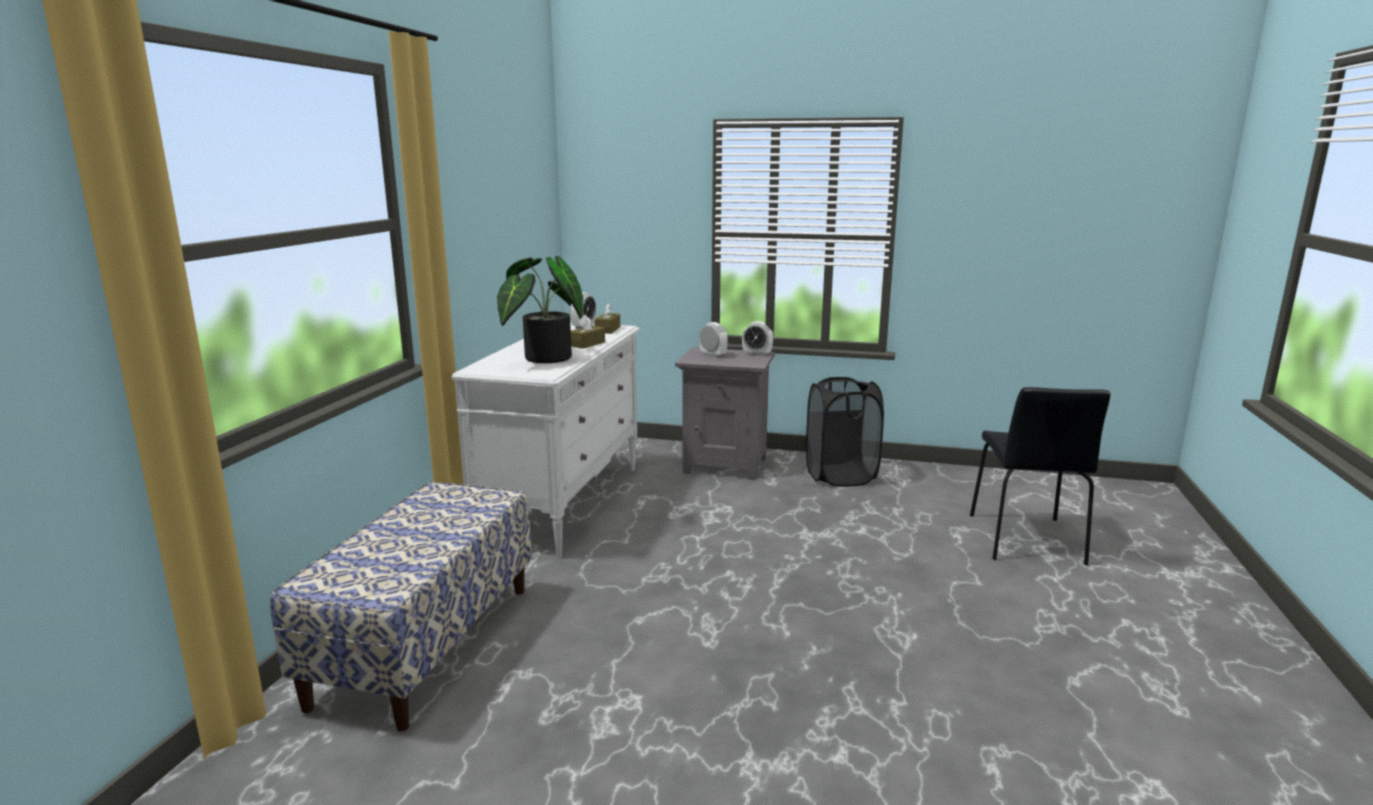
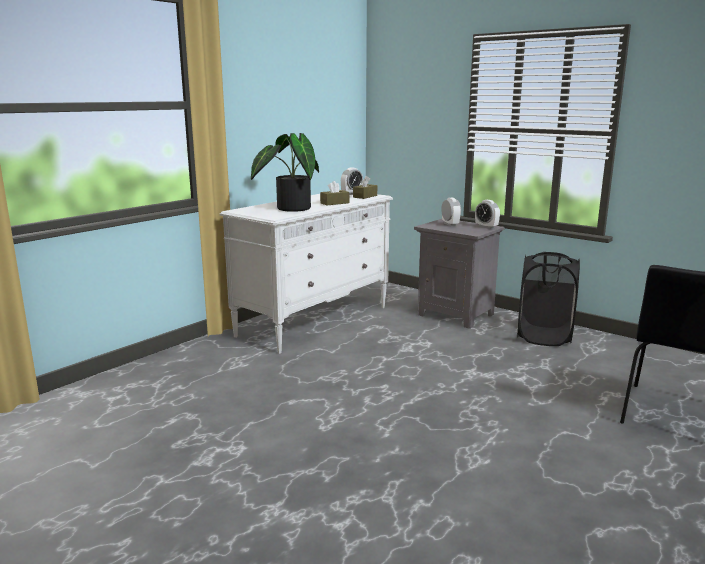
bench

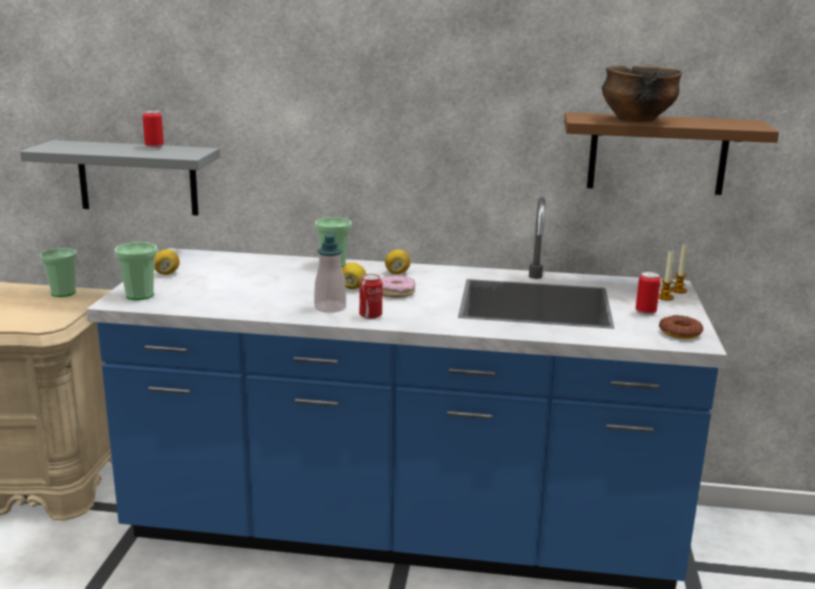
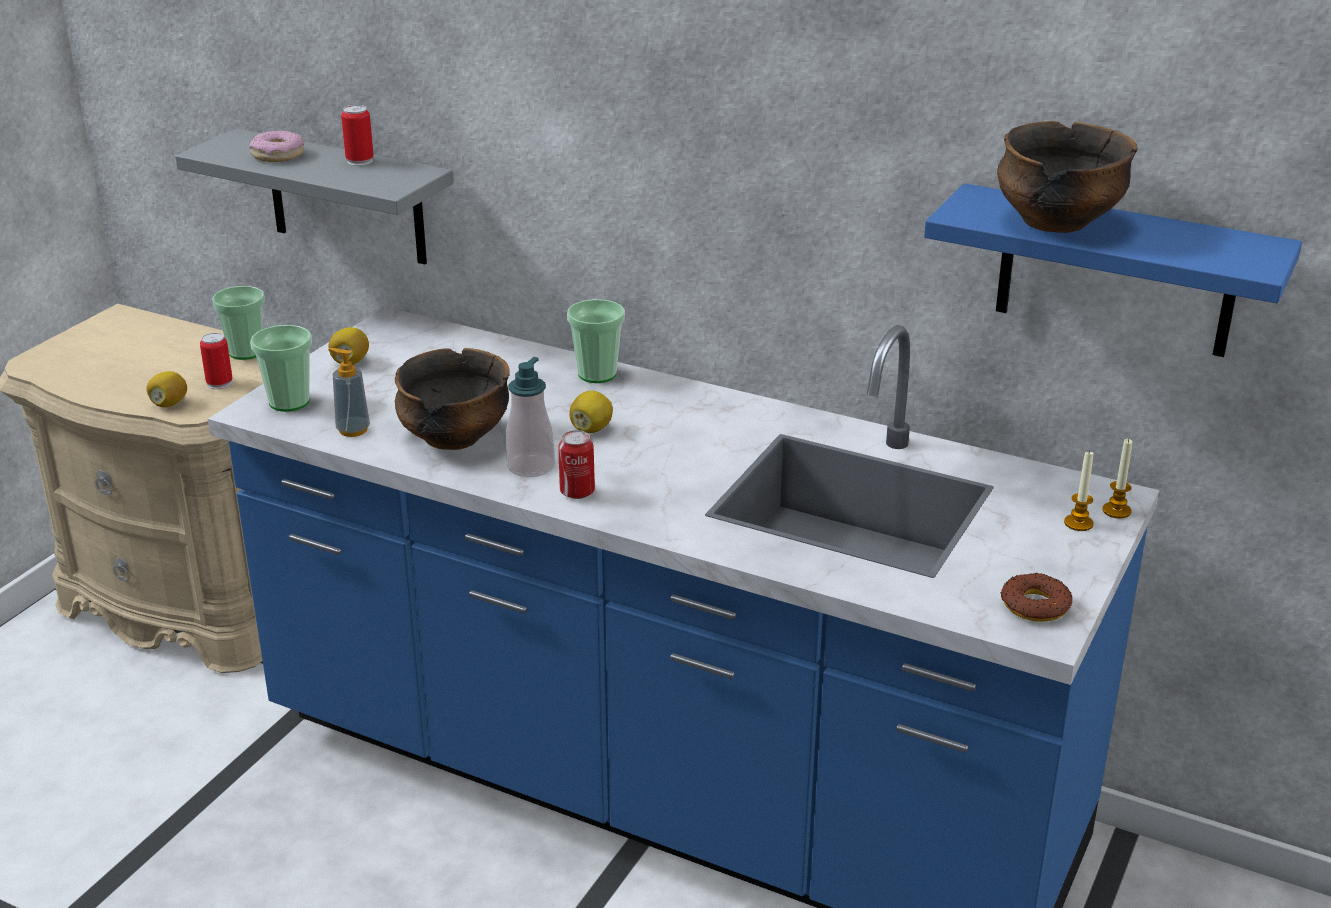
lemon (no. 1 from left)
metal can (no. 1 from left)
ring doughnut (no. 1 from left)
soap dispenser (no. 1 from left)
serving bowl (no. 1 from left)
wall shelf (blue)

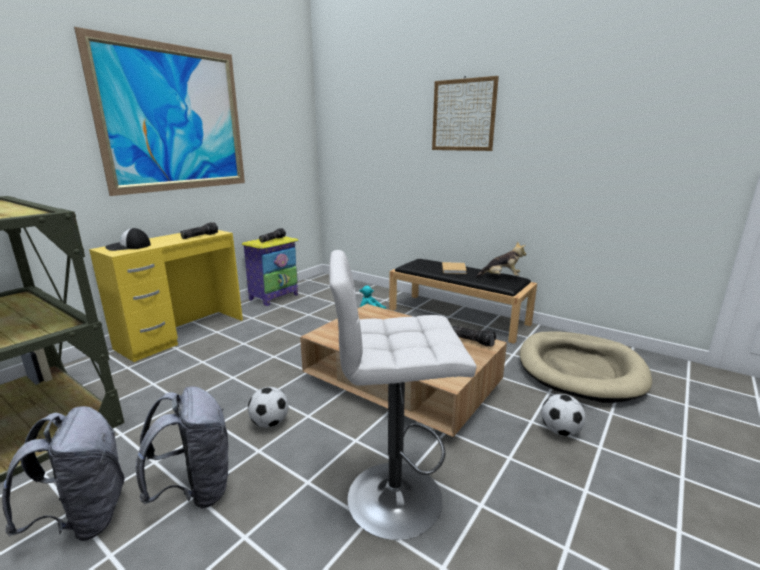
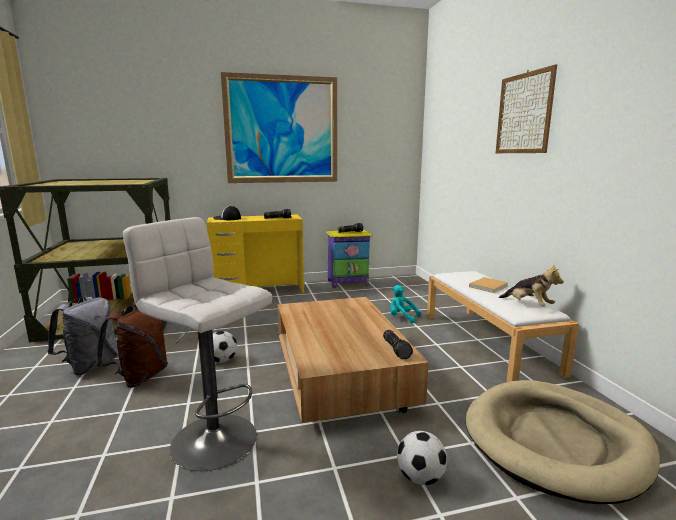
backpack (brownish)
bench (whitish)

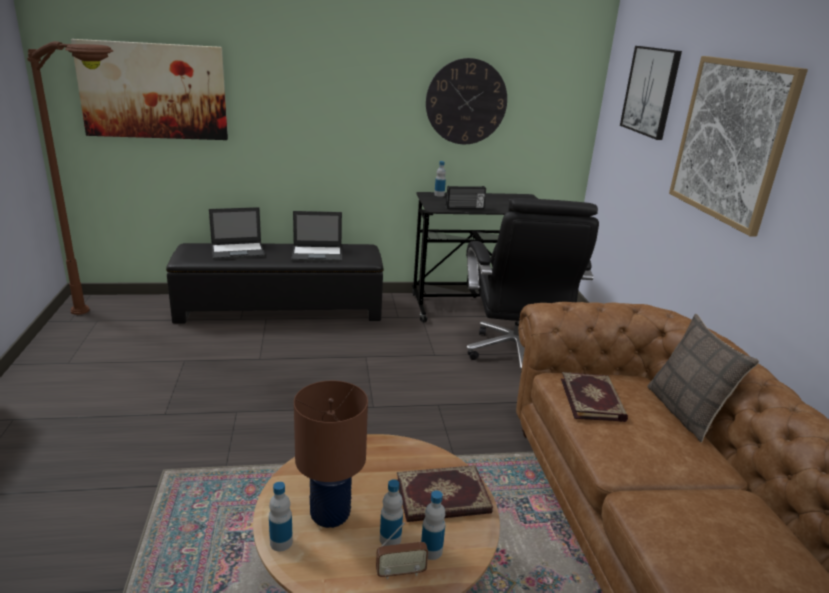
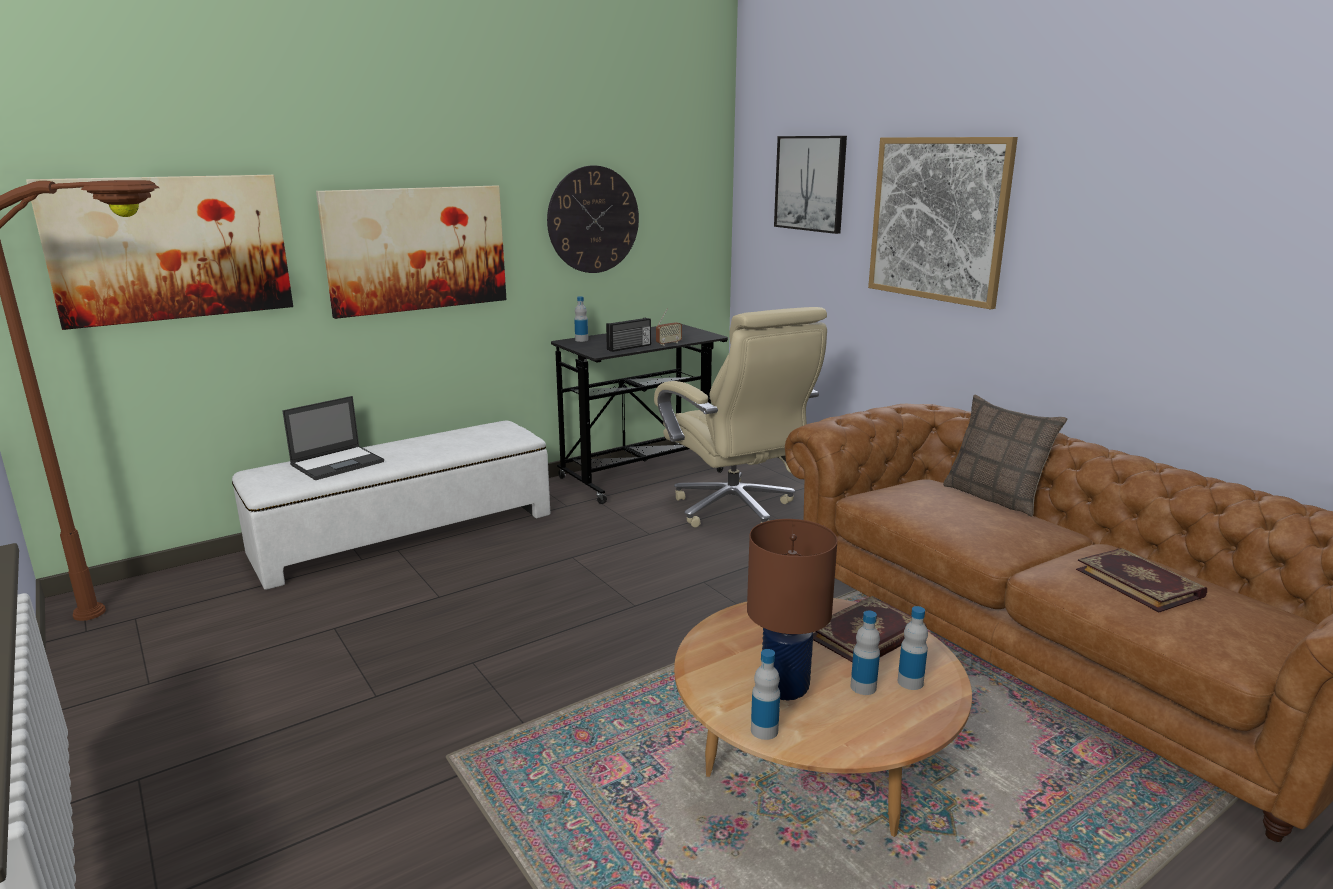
bench (whitish)
wall picture (no. 2 from left)
computer chair (beige-coloured)
radio (no. 2 from left)
bound book (no. 2 from left)
notebook computer (no. 2 from left in the first image)

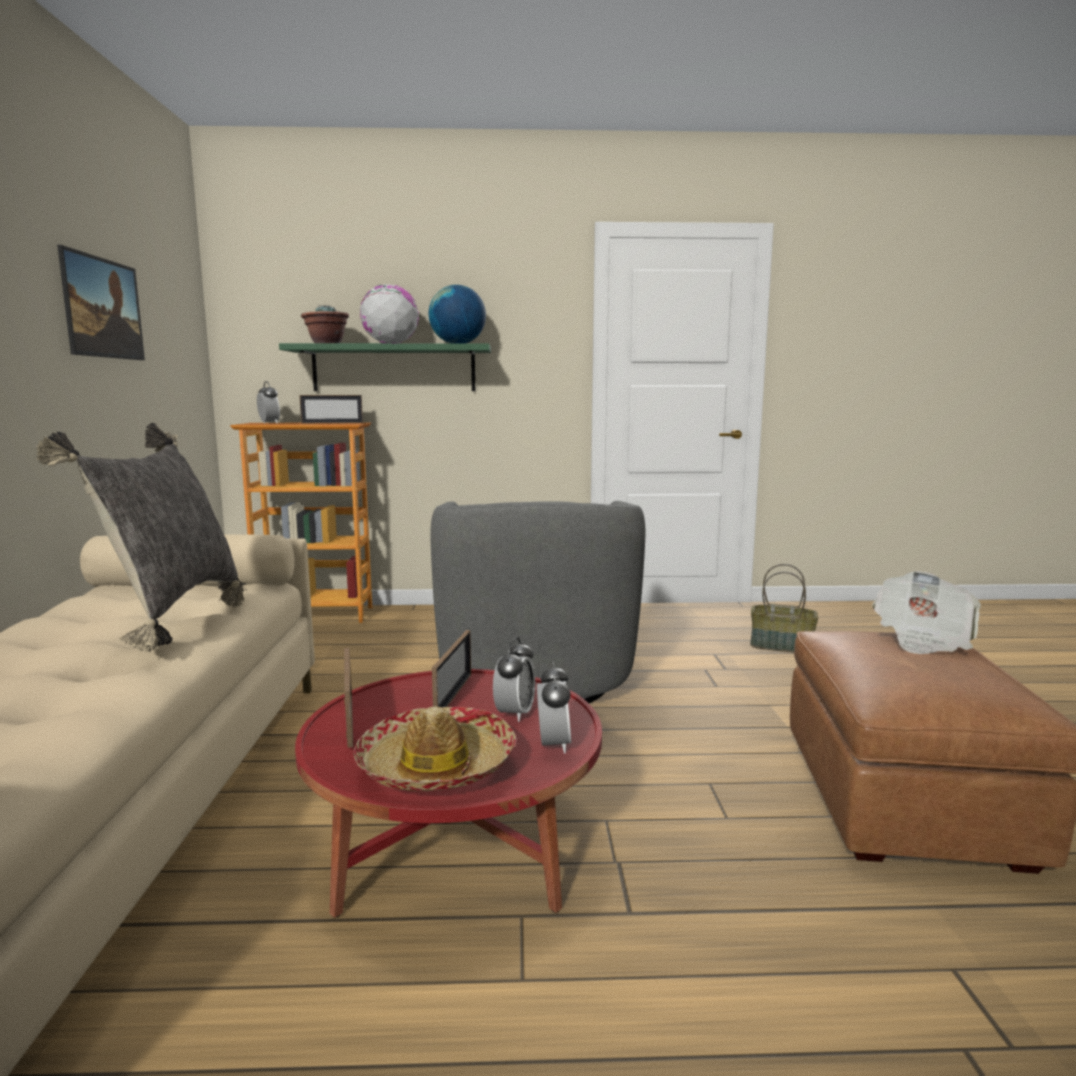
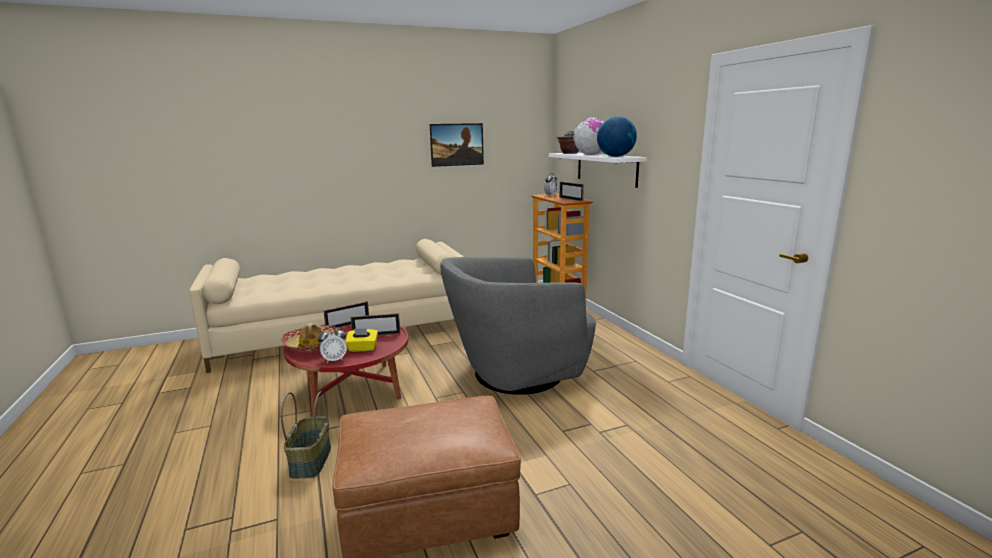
storage basket
tissue holder (yellow)
wall shelf (whitish)
throw pillow
daily paper

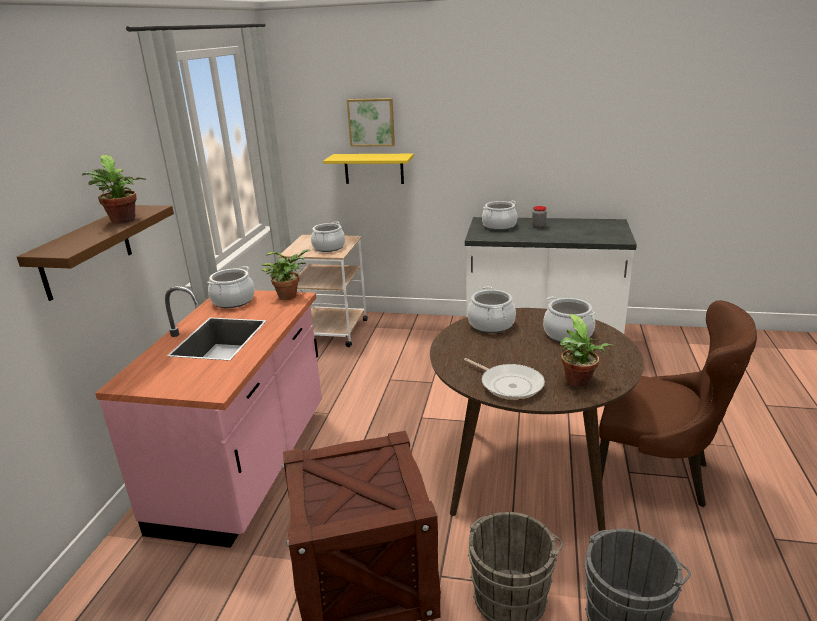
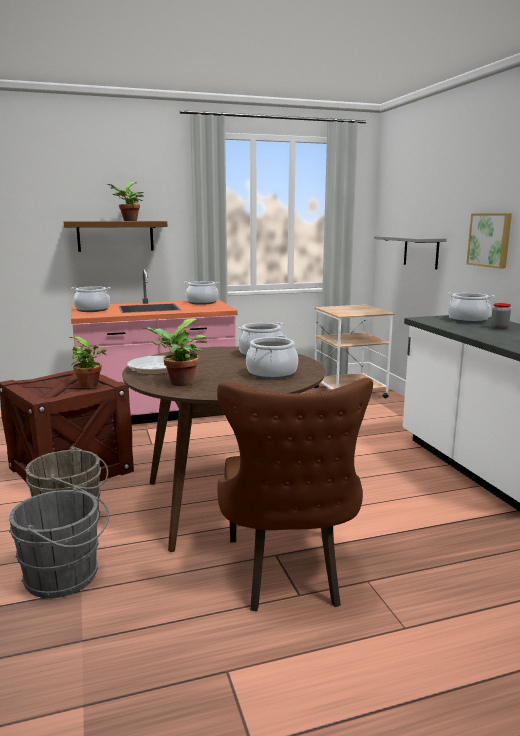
potted plant (no. 1 from left)
stockpot (no. 1 from left)
wall shelf (gray)
wall picture

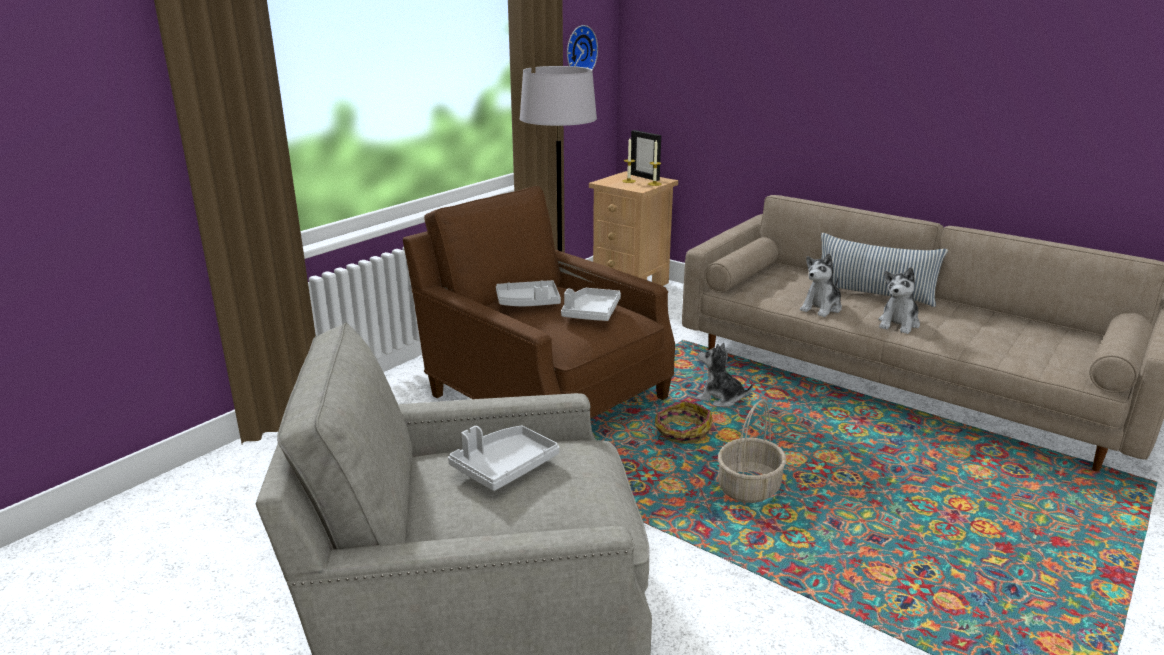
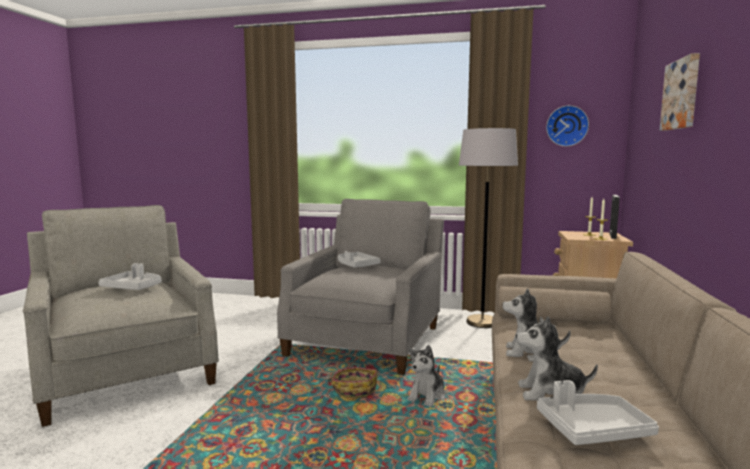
lounge chair (gray) (no. 2 from left)
cuddly toy (no. 1 from left)
serving tray (gray) (no. 3 from left)
wall picture
storage basket (no. 2 from left in the first image)
throw pillow

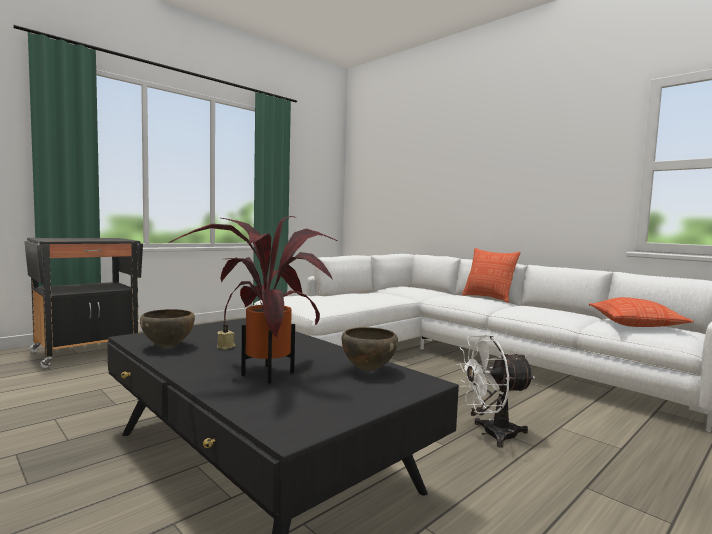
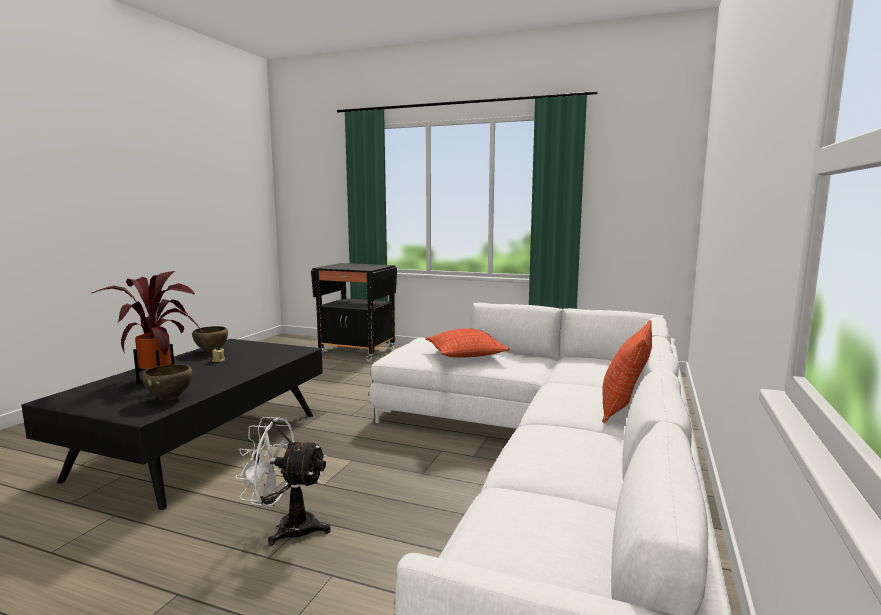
electric fan (whitish)
throw pillow (orange) (no. 1 from left)

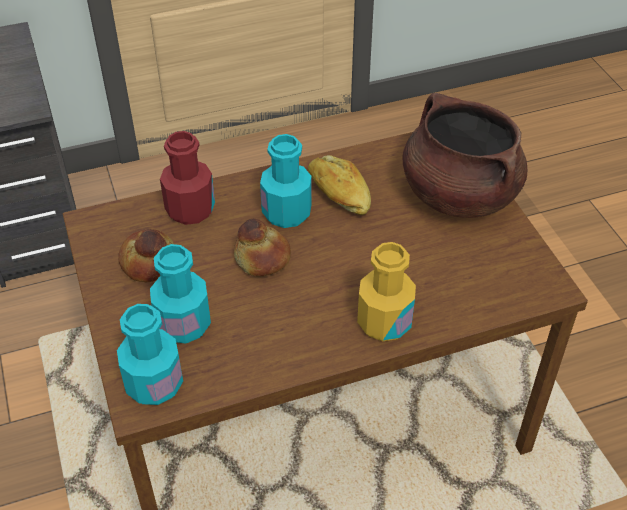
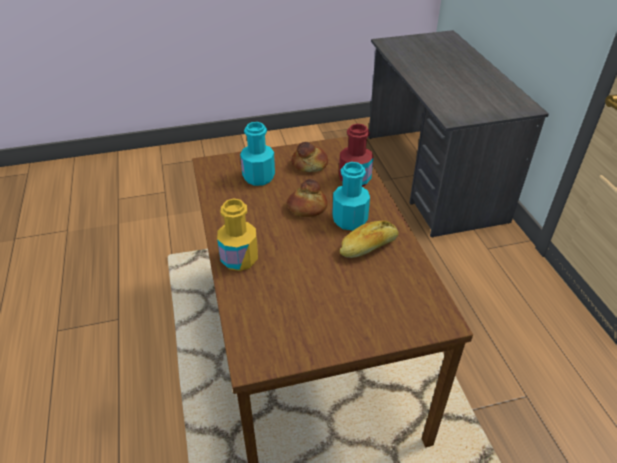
drink bottle (blue-green) (no. 1 from left in the first image)
stockpot (brownish)

